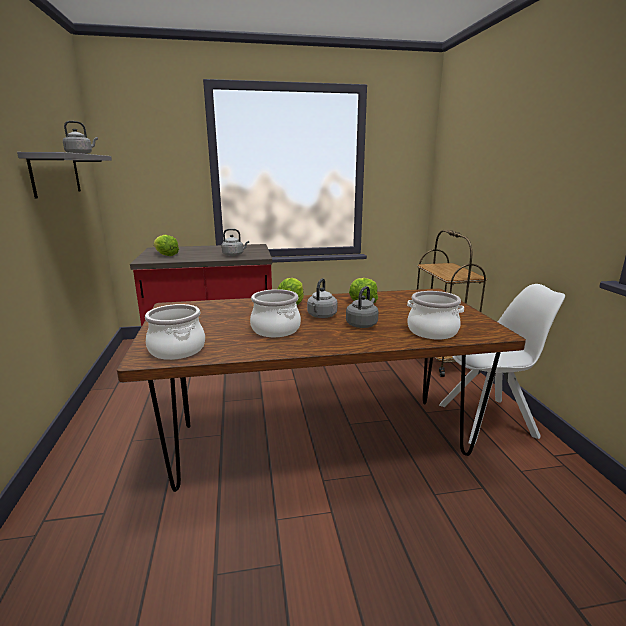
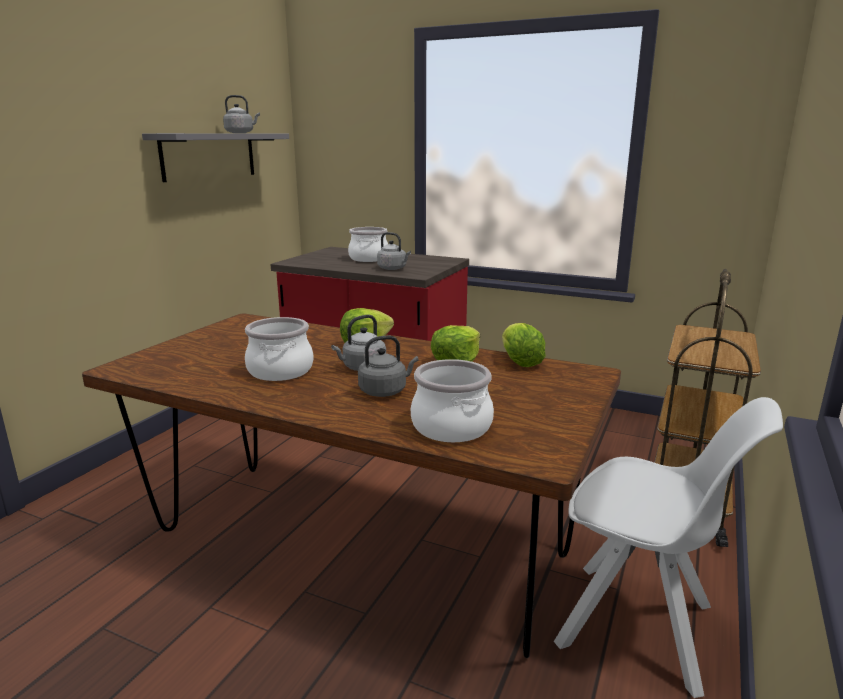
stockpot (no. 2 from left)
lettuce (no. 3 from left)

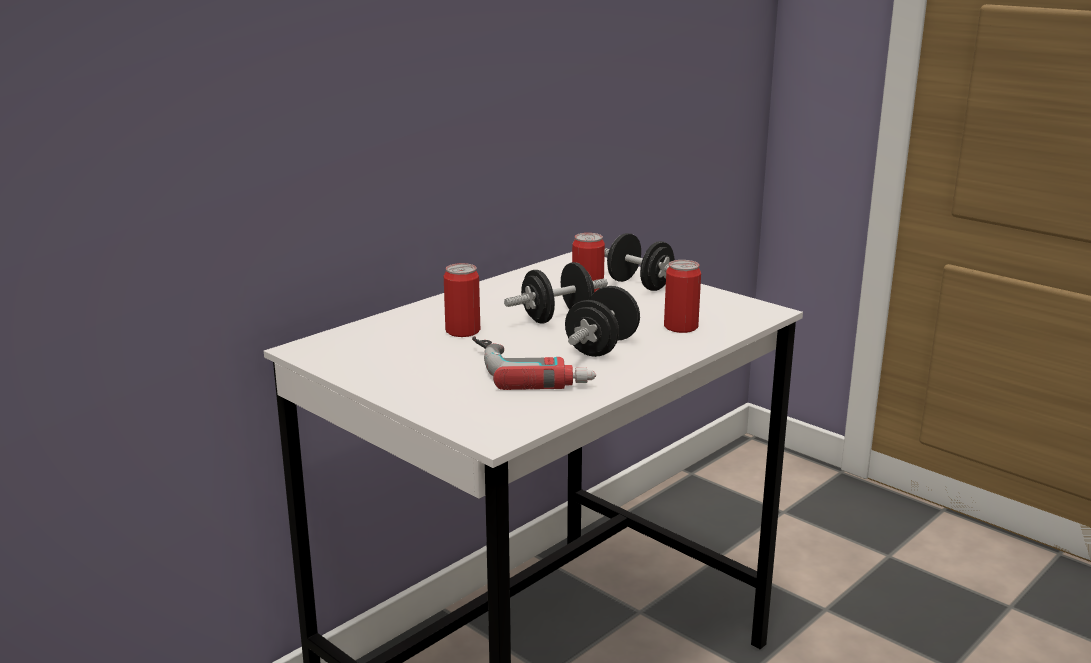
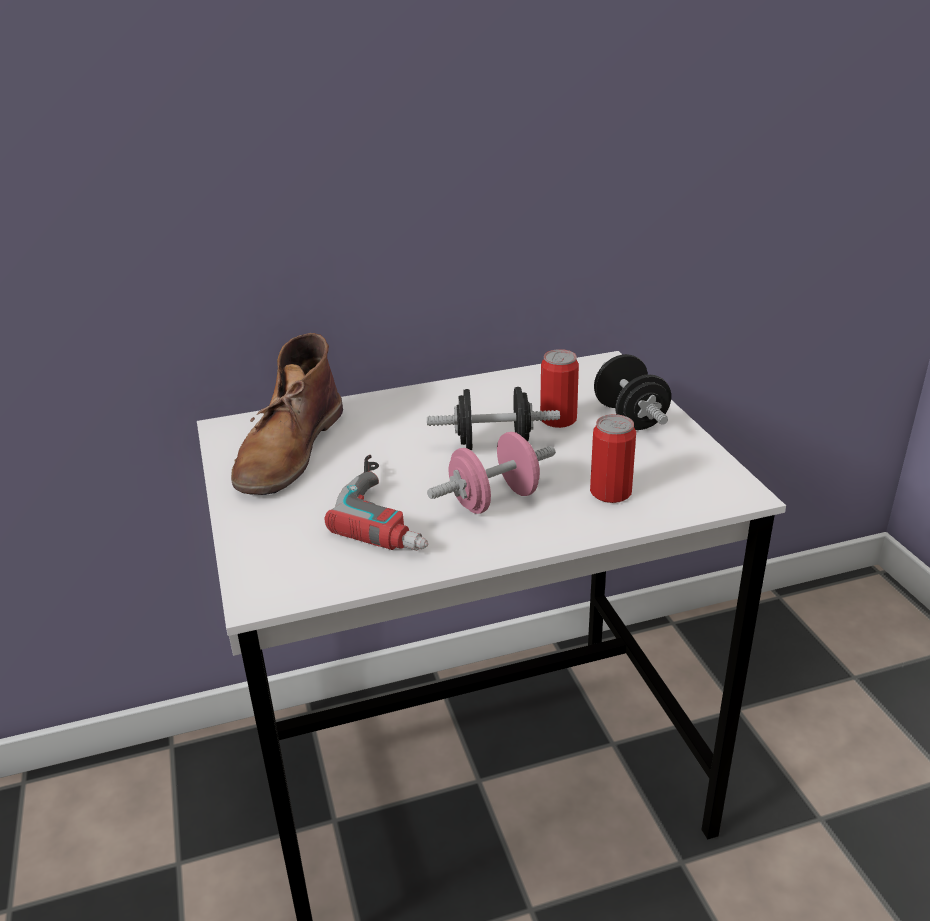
high-top boot (brownish)
hand weight (pink)
metal can (no. 1 from left in the first image)

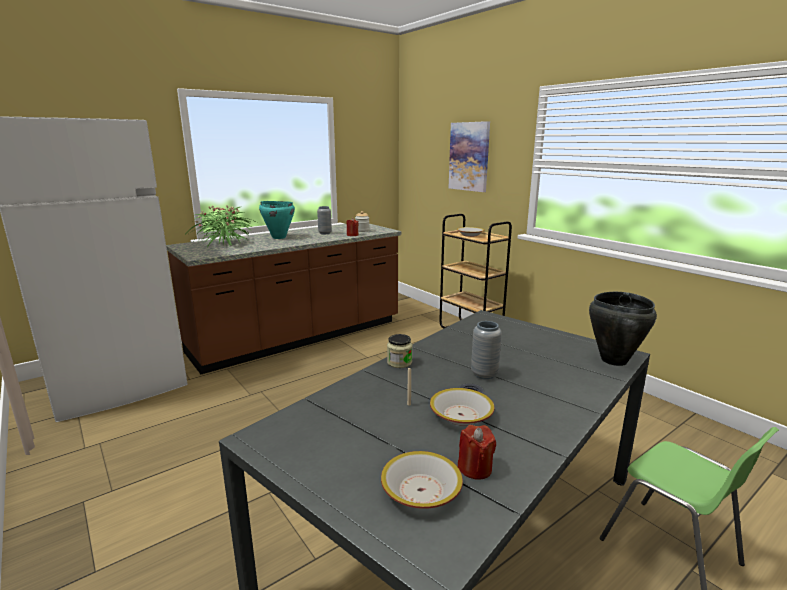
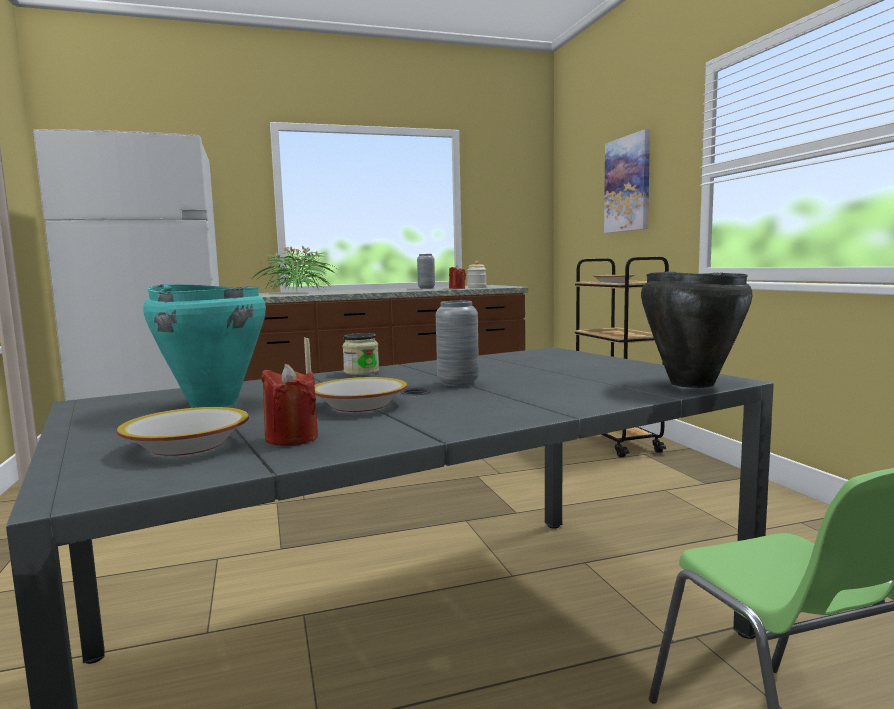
stockpot (blue-green)

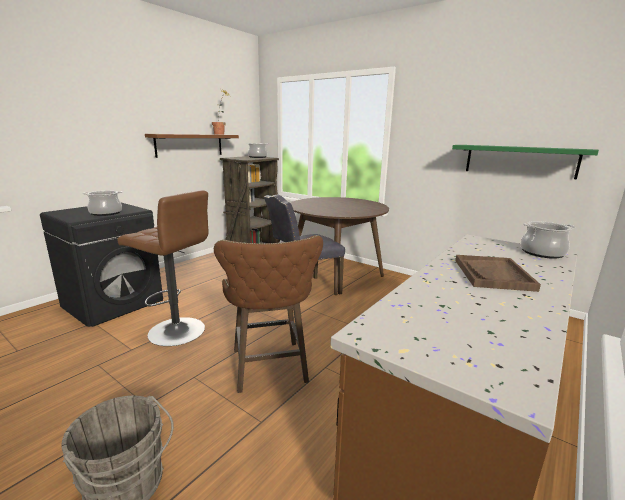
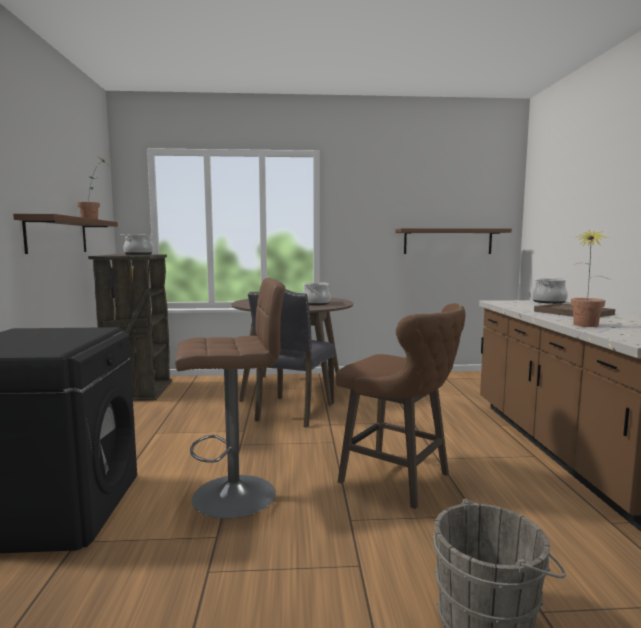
stockpot (no. 2 from left)
wall shelf (brownish) (no. 2 from left)
potted plant (no. 2 from left)

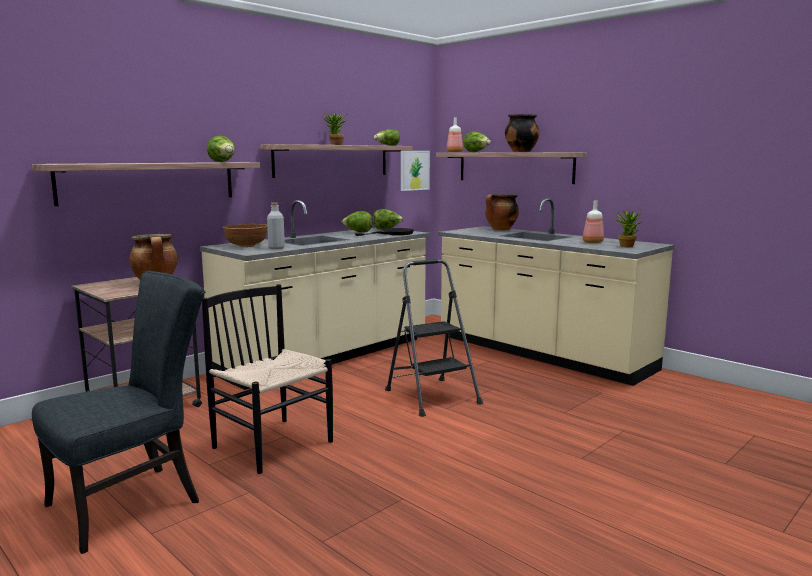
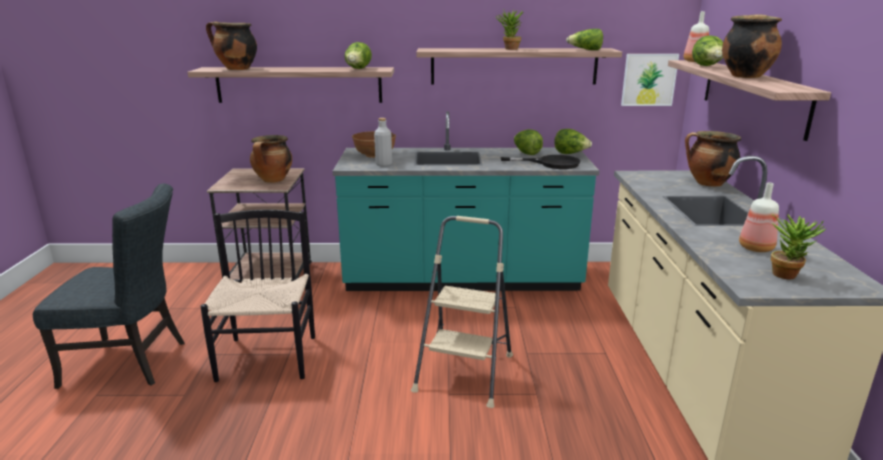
stockpot (no. 1 from left)
counter (blue-green)
step stool (beige-coloured)

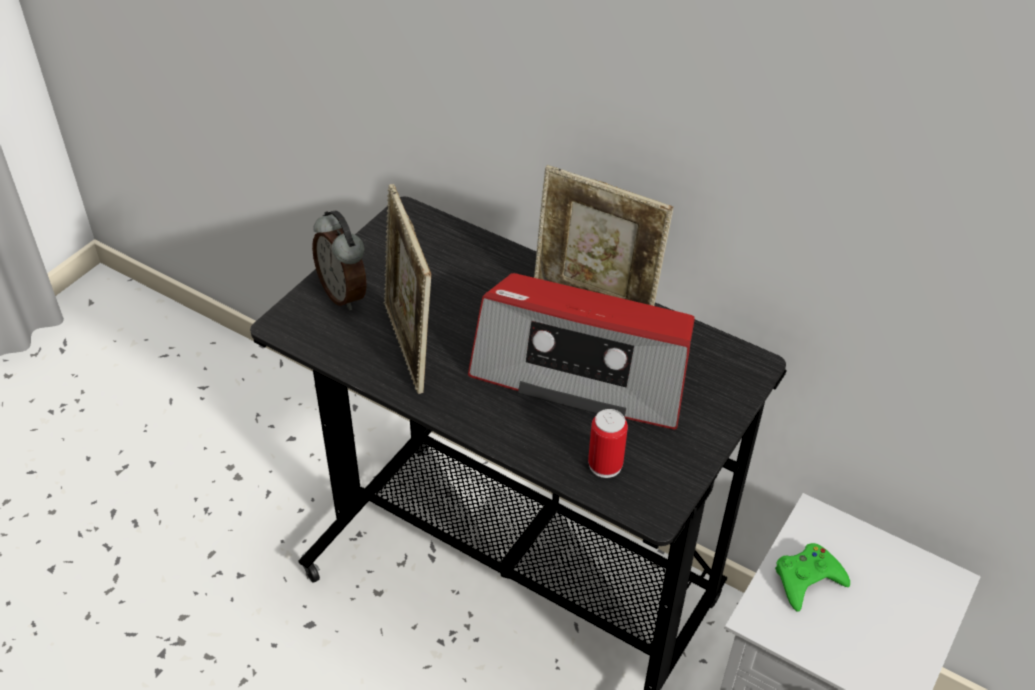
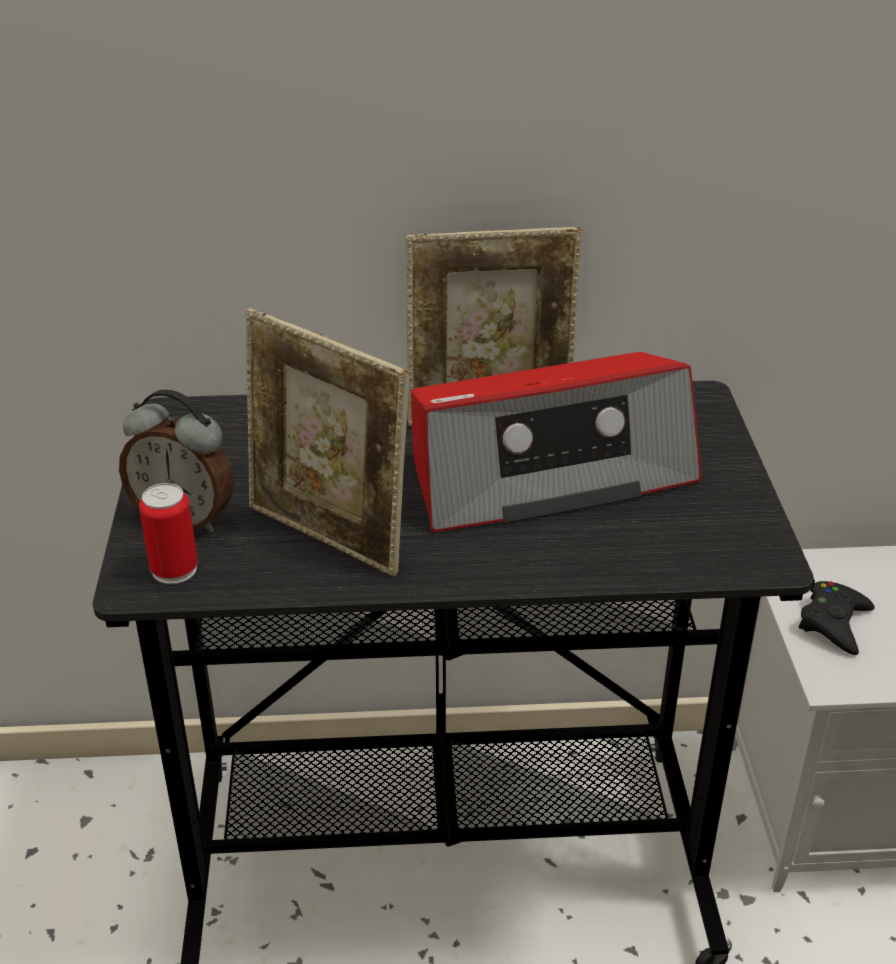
metal can
game controller (black-coloured)

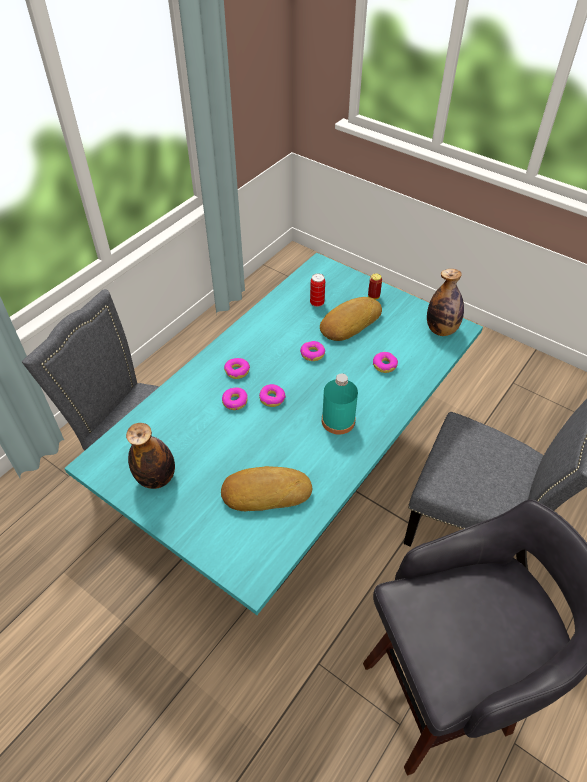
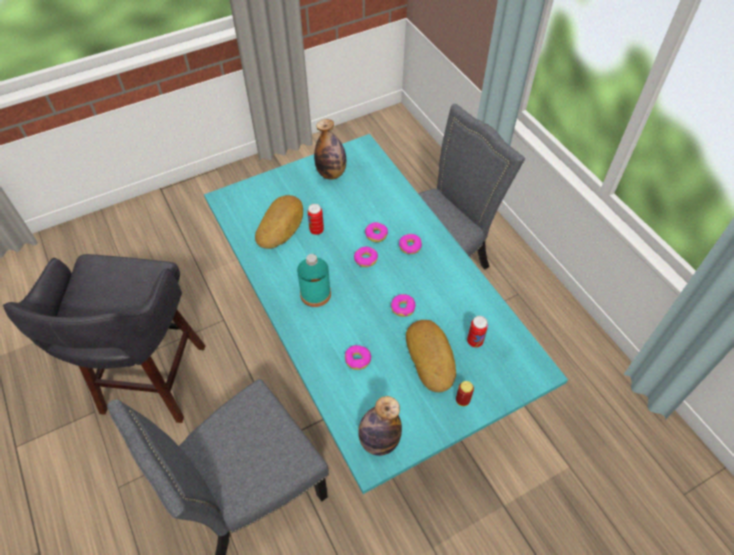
metal can (no. 1 from left)

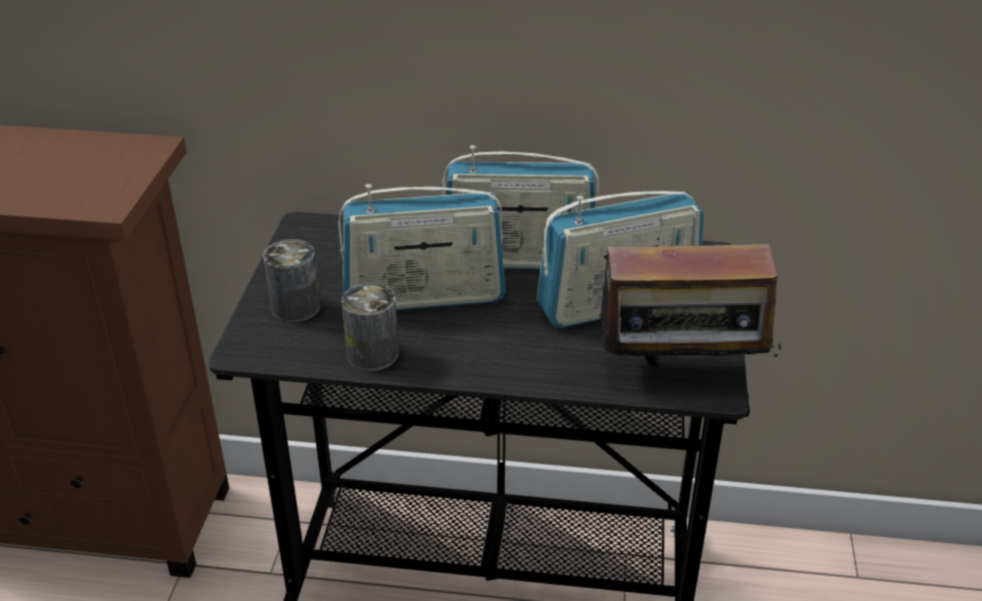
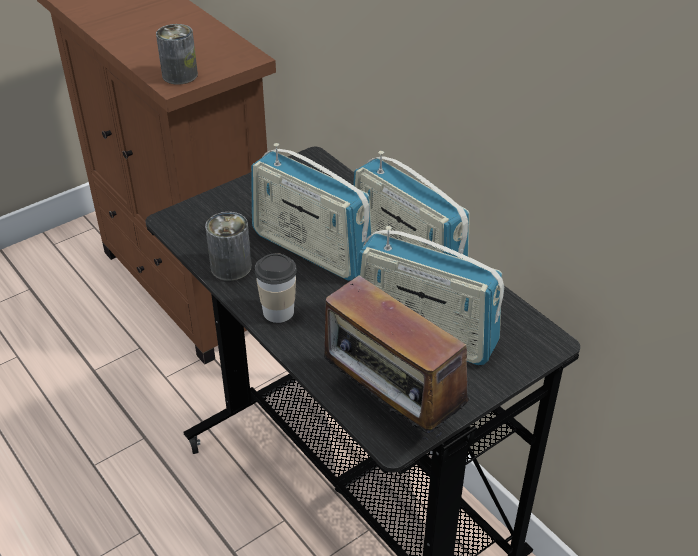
metal can (no. 1 from left)
small cup

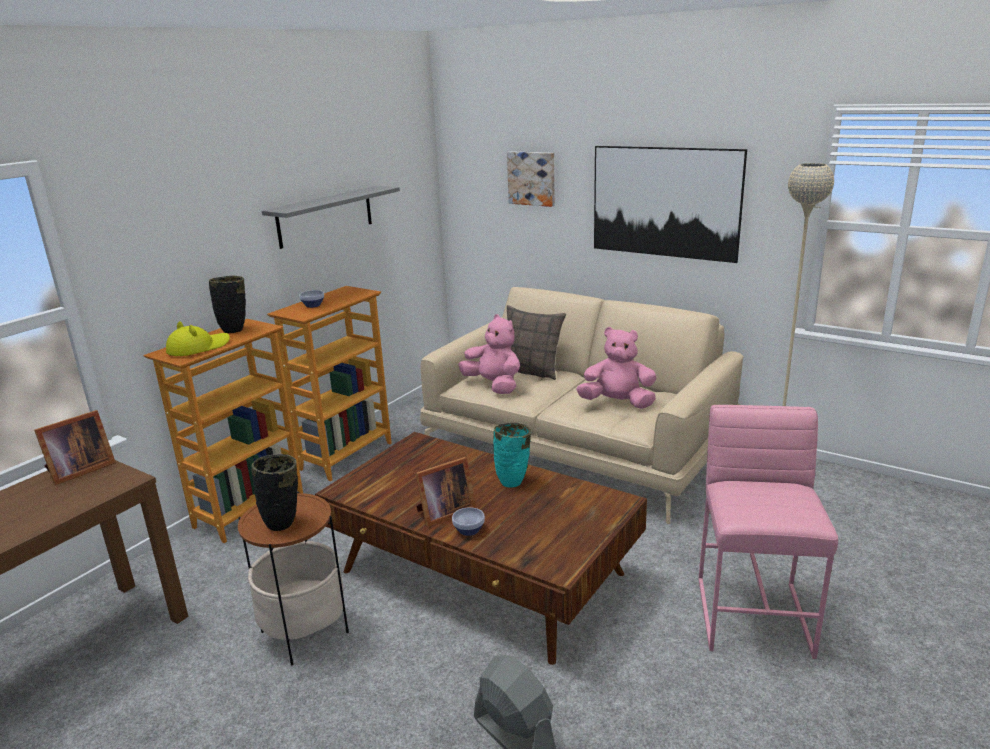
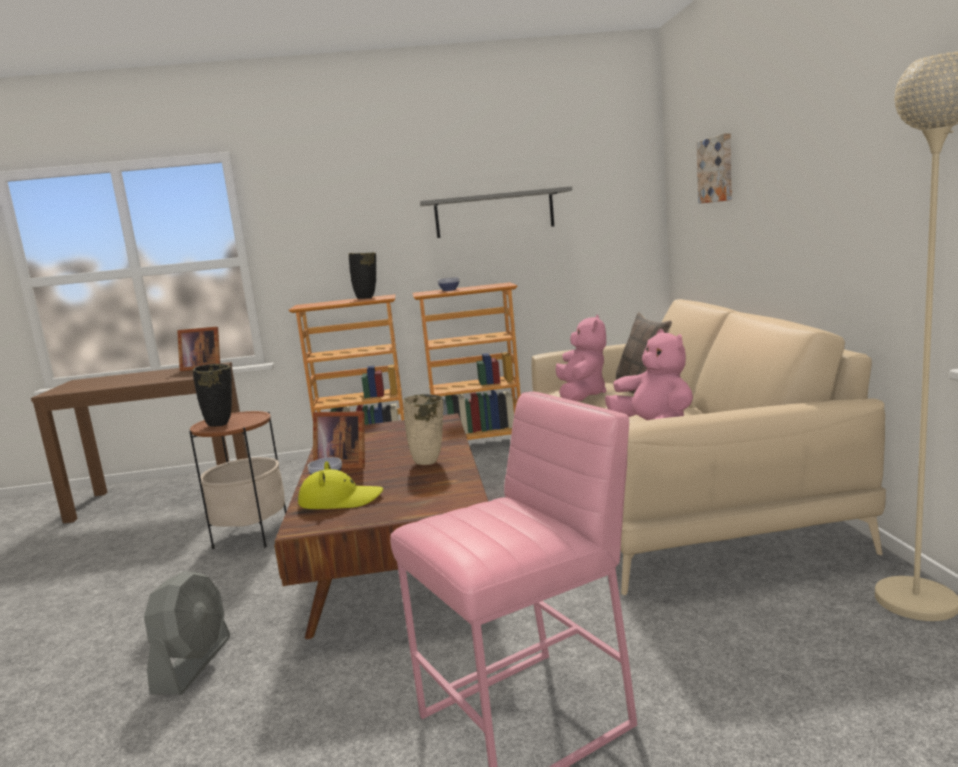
clothing hat (yellow)
vase (beige-coloured)
wall picture (no. 2 from left in the first image)

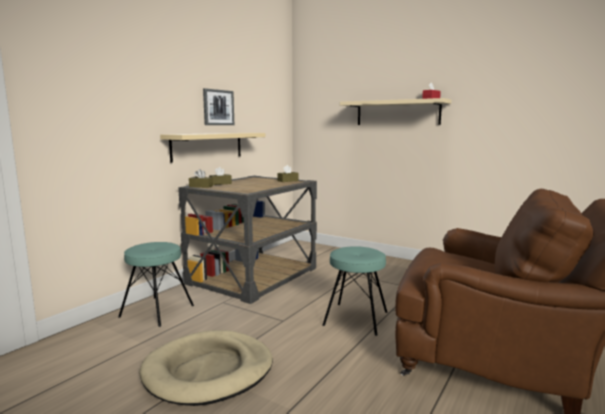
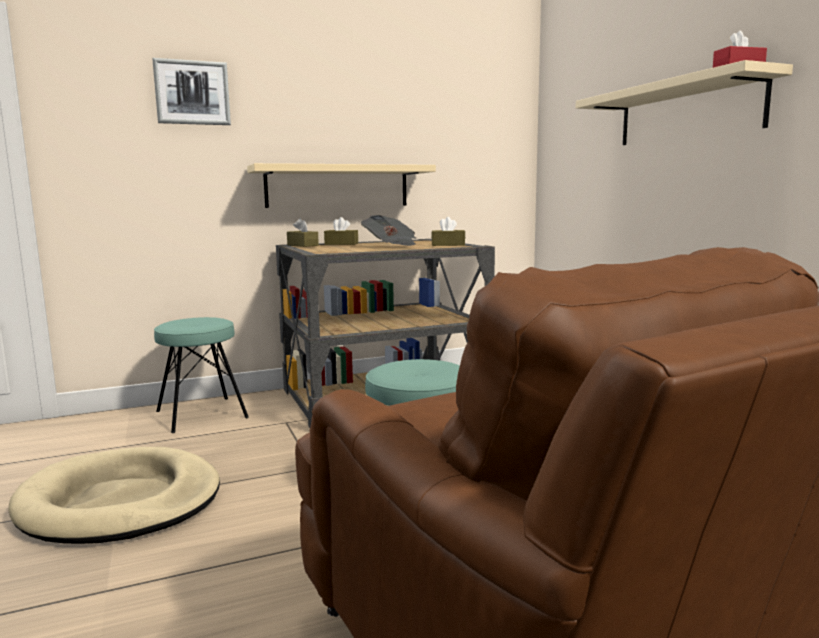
wall picture
daily paper

